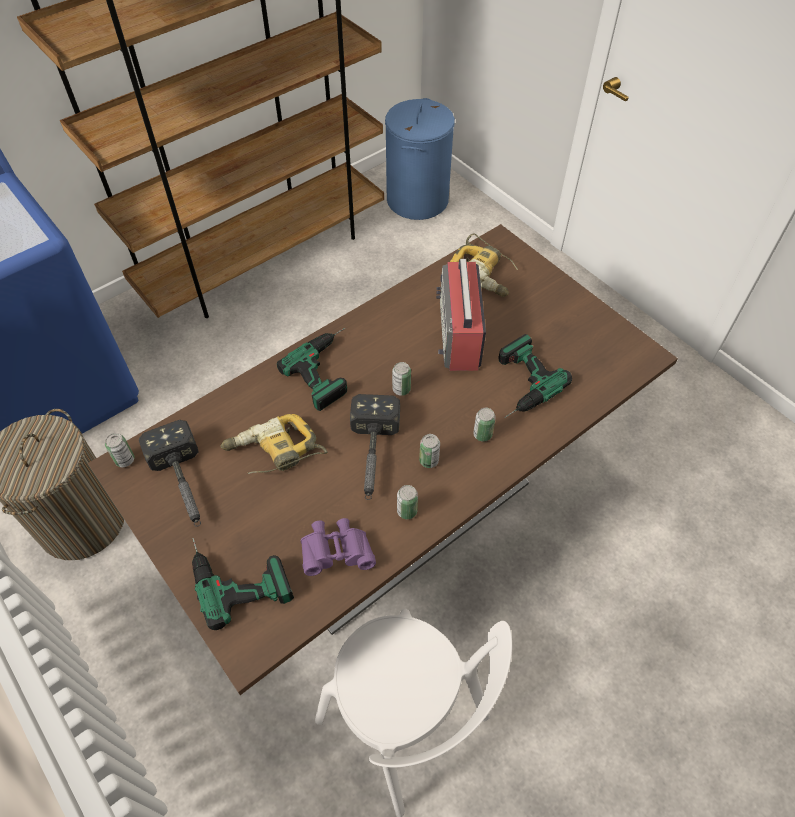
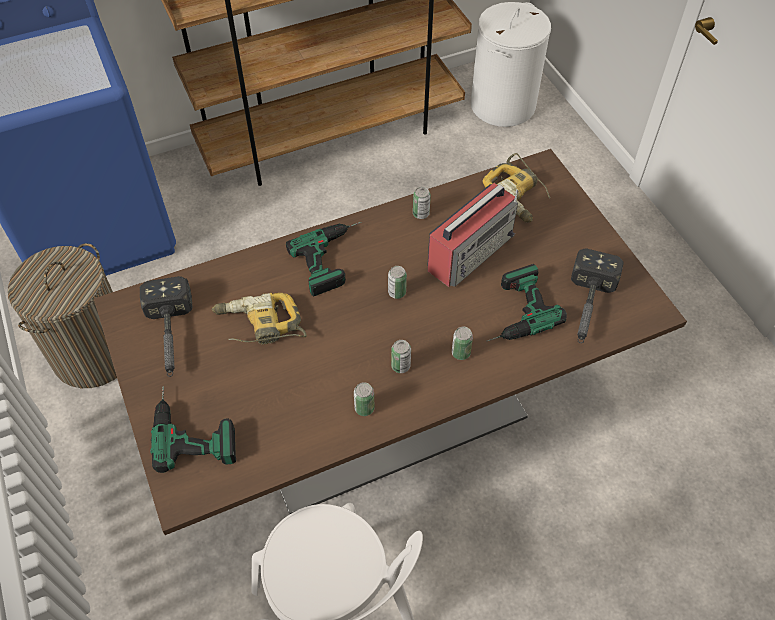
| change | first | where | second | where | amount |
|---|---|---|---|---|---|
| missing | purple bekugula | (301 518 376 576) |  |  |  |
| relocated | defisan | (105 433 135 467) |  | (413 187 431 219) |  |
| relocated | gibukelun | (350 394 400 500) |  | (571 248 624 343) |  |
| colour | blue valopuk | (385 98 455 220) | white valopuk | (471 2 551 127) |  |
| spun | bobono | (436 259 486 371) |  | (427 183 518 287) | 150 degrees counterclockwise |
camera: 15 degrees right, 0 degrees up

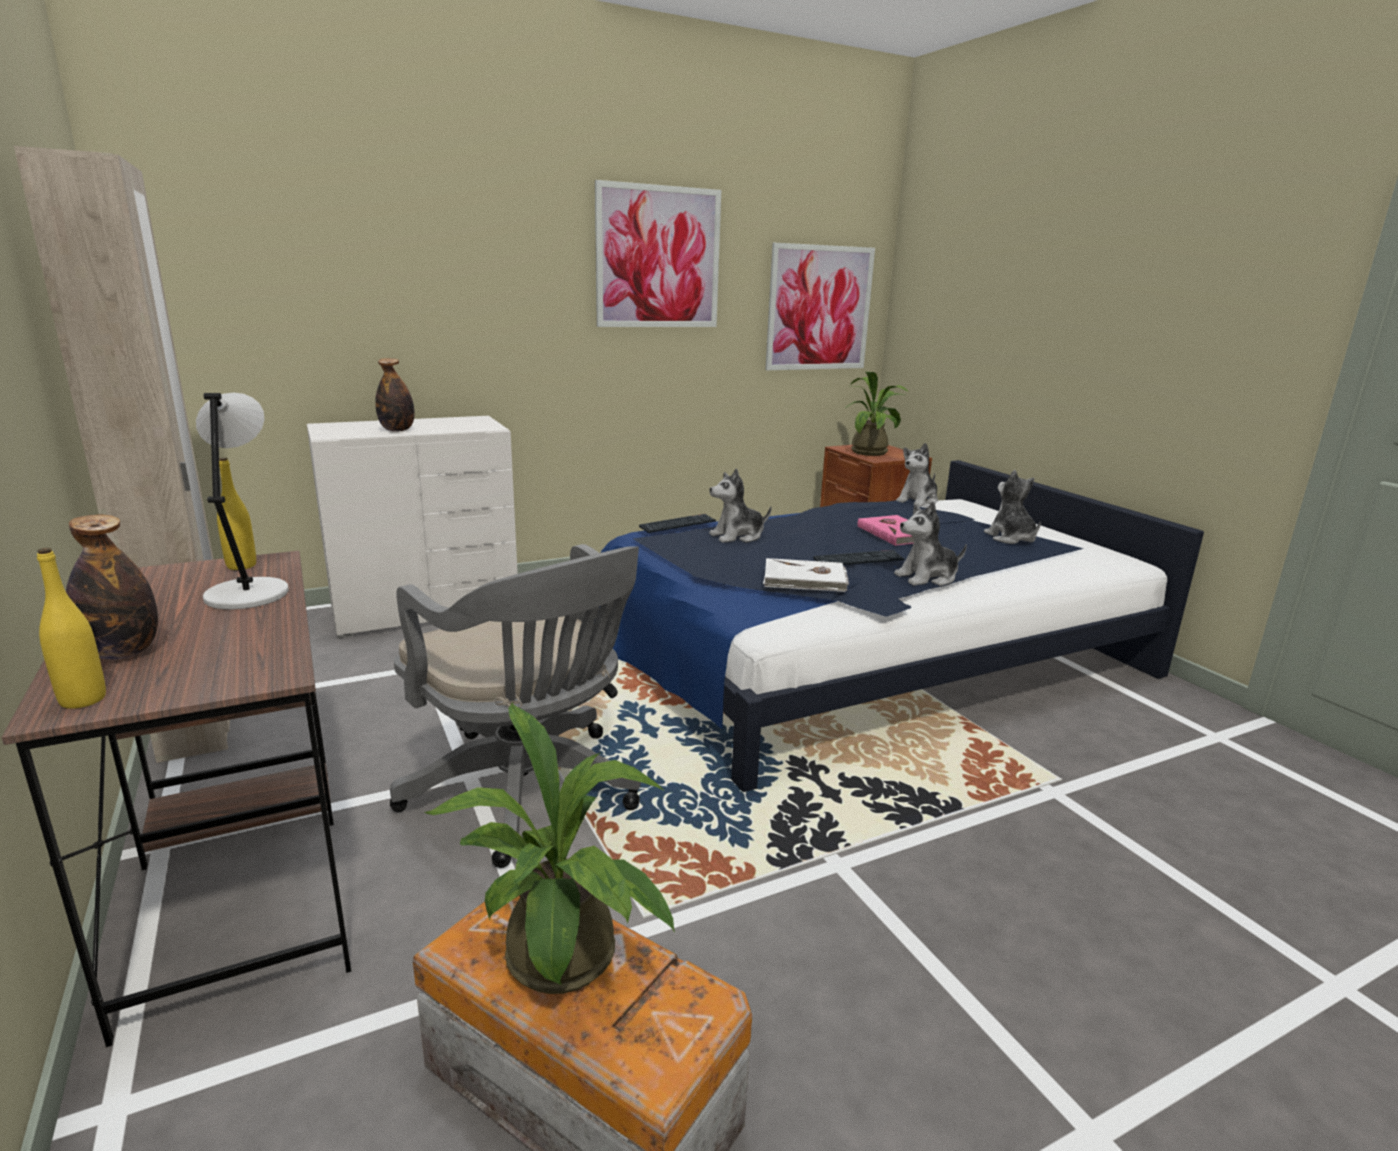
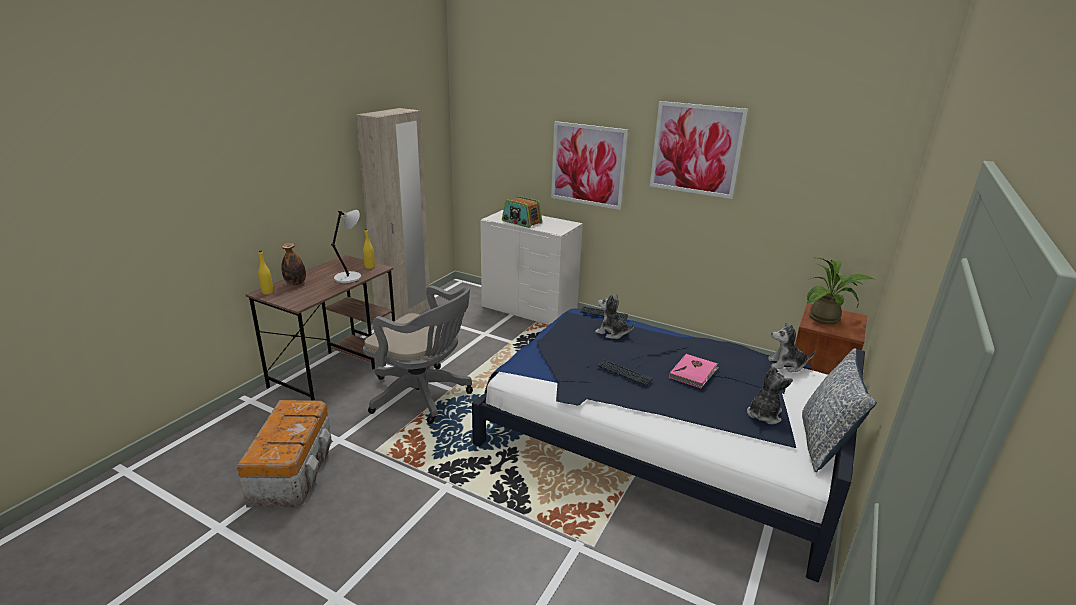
| change | first | where | second | where | amount |
|---|---|---|---|---|---|
| missing | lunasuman | (424 702 675 994) |  |  |  |
| missing | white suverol | (763 558 849 592) |  |  |  |
| missing | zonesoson | (894 502 967 586) |  |  |  |
| appeared |  |  | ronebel | (802 348 877 472) |  |
| relocated | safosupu | (765 243 875 370) |  | (551 121 629 210) |  |
| exchanged | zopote | (375 358 414 432) | bobono | (502 196 542 228) |  |
| spun | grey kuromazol | (390 544 641 868) |  | (363 286 473 424) | 75 degrees counterclockwise |
camera: 55 degrees right, 5 degrees up

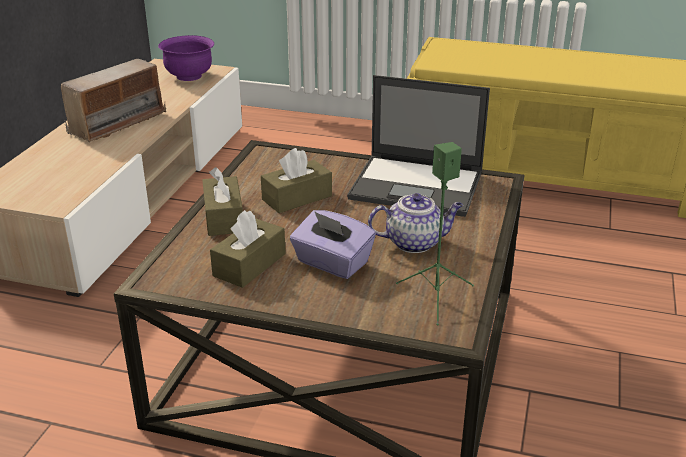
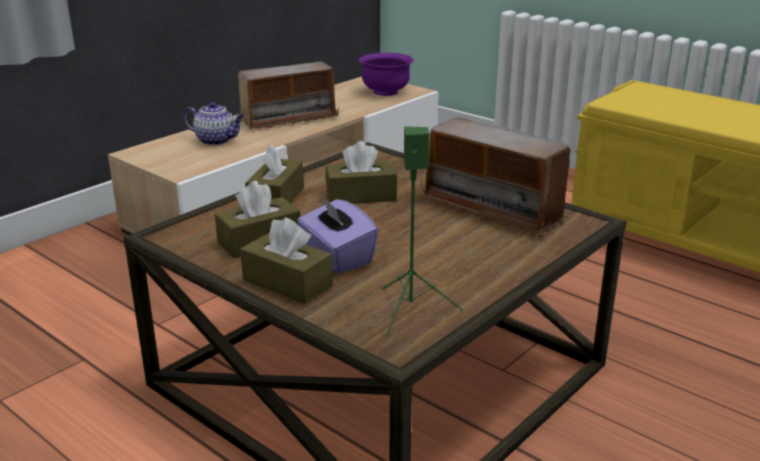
| change | first | where | second | where | amount |
|---|---|---|---|---|---|
| appeared |  |  | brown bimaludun | (240 217 333 304) |  |
| relocated | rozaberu | (368 193 463 253) |  | (183 102 245 145) |  |
| exchanged | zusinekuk | (347 75 490 217) | bobono | (420 117 578 236) |  |
camera: 25 degrees right, 5 degrees down

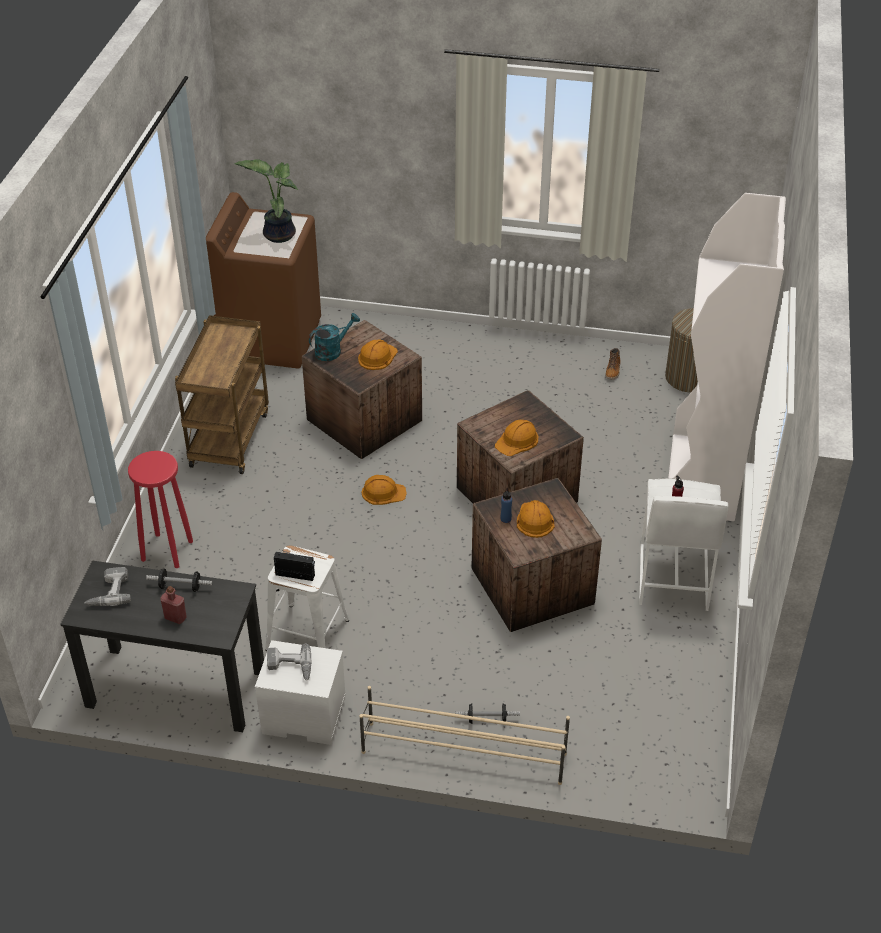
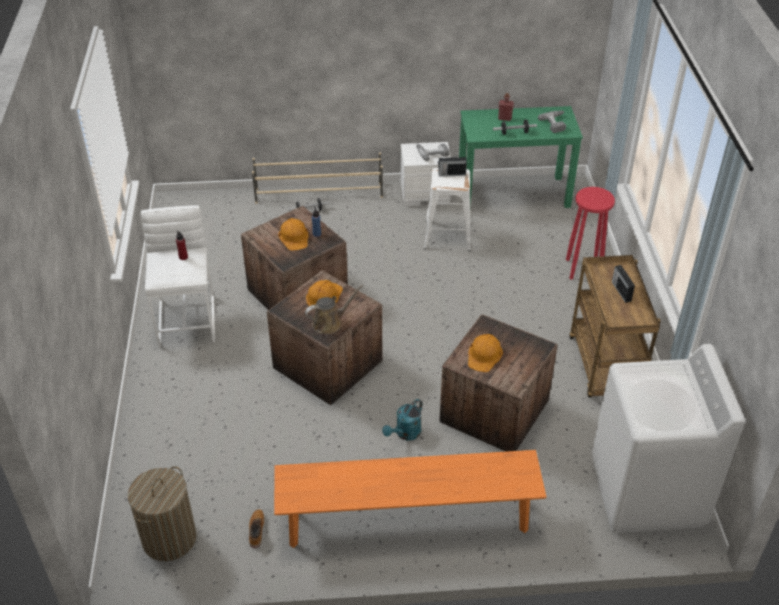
| change | first | where | second | where | amount |
|---|---|---|---|---|---|
| missing | lunasuman | (234 160 299 243) |  |  |  |
| missing | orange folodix | (362 475 407 505) |  |  |  |
| missing | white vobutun | (668 193 786 521) |  |  |  |
| appeared |  |  | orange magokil | (274 450 547 548) |  |
| appeared |  |  | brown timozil | (305 284 364 334) |  |
| appeared |  |  | bobono | (612 265 635 303) |  |
| relocated | turquoise timozil | (309 313 360 361) |  | (382 399 422 440) |  |
| colour | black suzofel | (60 560 264 732) | green suzofel | (459 106 583 208) |  |
| colour | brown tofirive | (206 192 321 368) | white tofirive | (591 344 745 533) |  |
camera: 165 degrees right, 0 degrees up

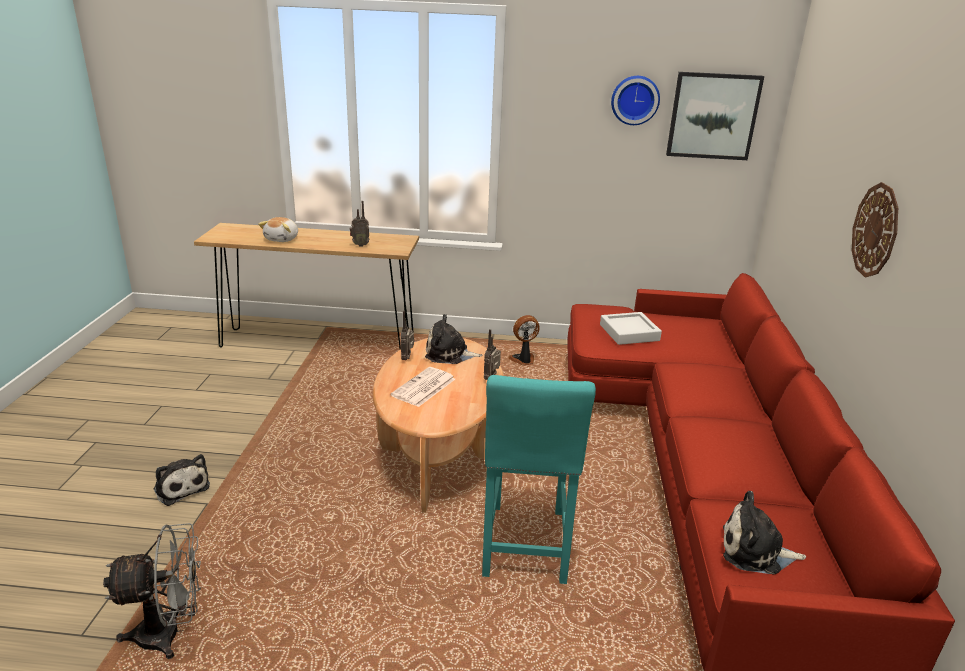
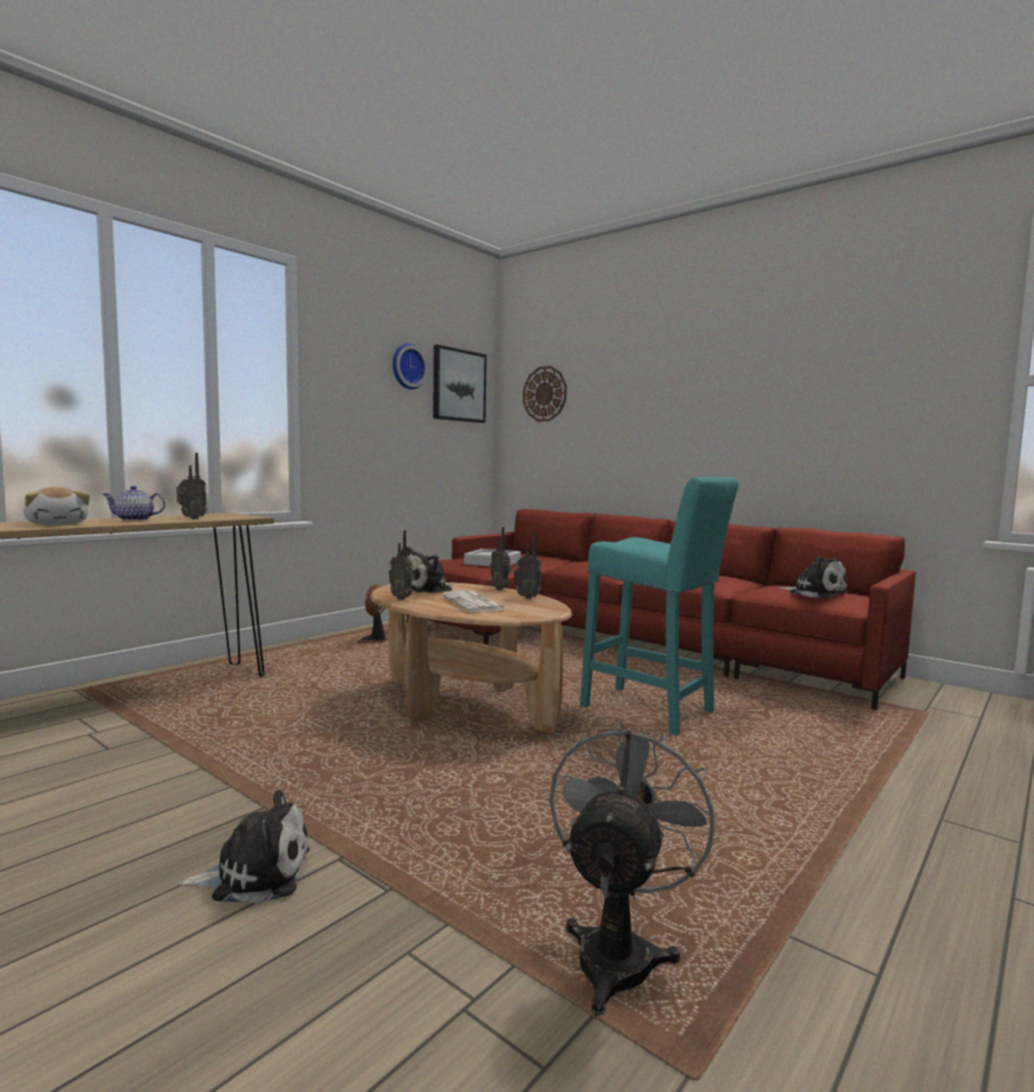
| change | first | where | second | where | amount |
|---|---|---|---|---|---|
| appeared |  |  | rozaberu | (103 486 165 521) |  |
| appeared |  |  | bobono | (513 531 542 599) |  |
| relocated | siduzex | (852 182 898 277) |  | (523 366 567 422) |  |
| spun | zonesoson | (723 491 806 575) |  | (778 556 848 598) | 90 degrees counterclockwise |
camera: 55 degrees left, 20 degrees down

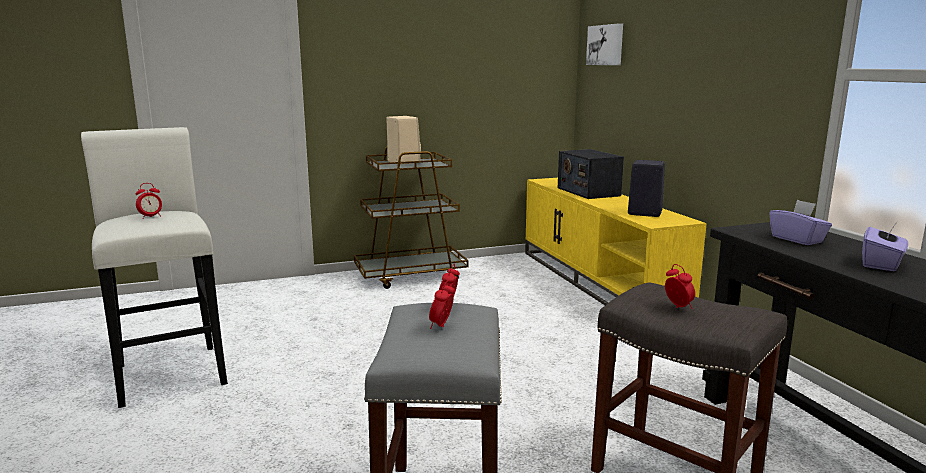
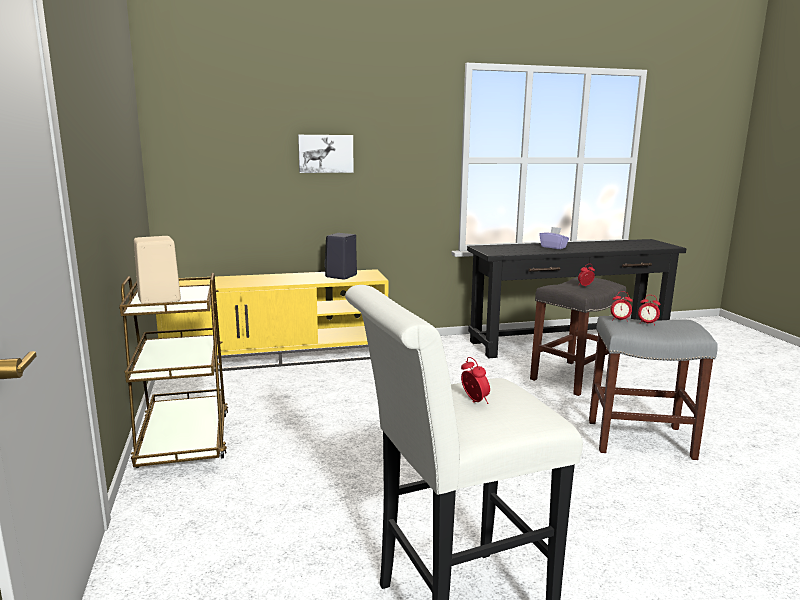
| change | first | where | second | where | amount |
|---|---|---|---|---|---|
| missing | bobono | (558 149 624 199) |  |  |  |
| missing | purple bimaludun | (769 200 832 245) |  |  |  |
| relocated | safosupu | (586 23 623 65) |  | (298 135 354 173) |  |
camera: 85 degrees left, 0 degrees up

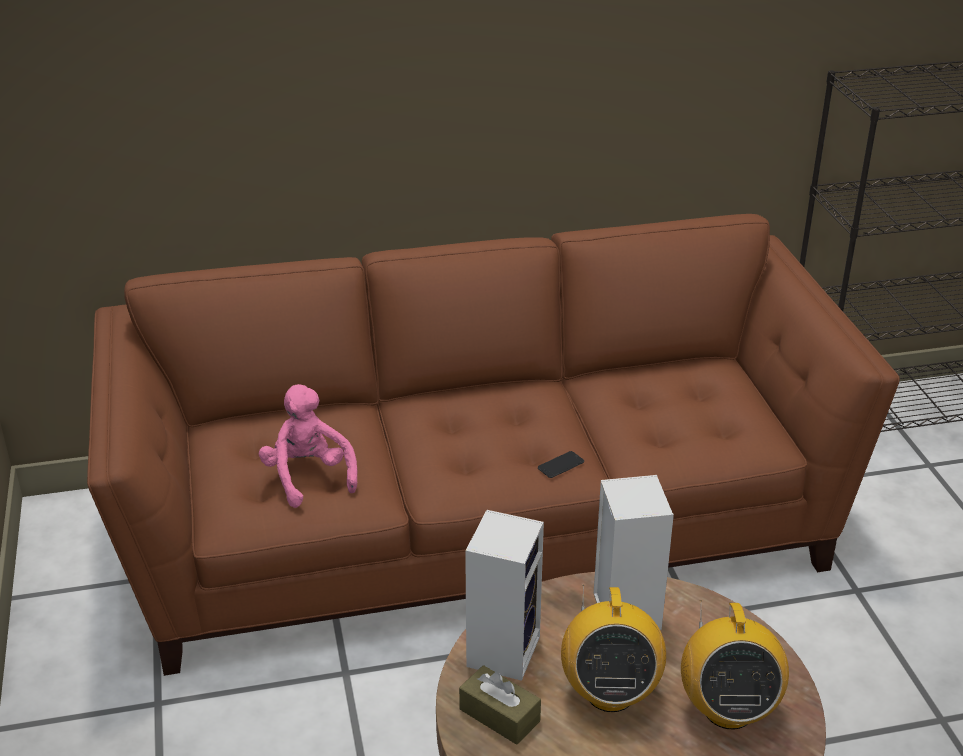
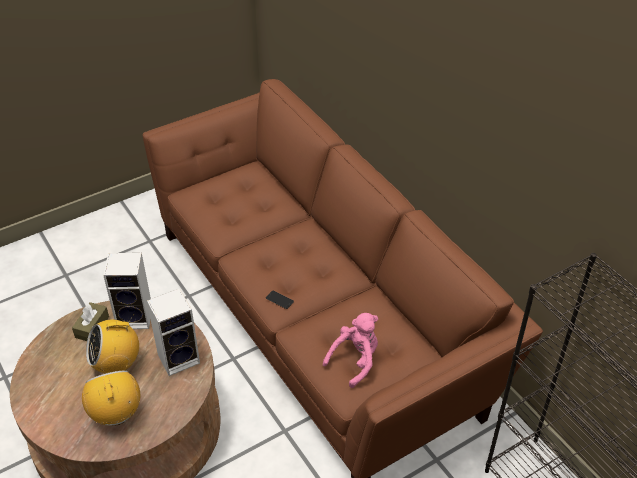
| change | first | where | second | where | amount |
|---|---|---|---|---|---|
| relocated | pink zonesoson | (259 384 357 508) |  | (323 313 378 388) |  |
| spun | bobono | (681 600 789 729) |  | (82 371 140 426) | 90 degrees clockwise |
camera: 70 degrees right, 10 degrees up

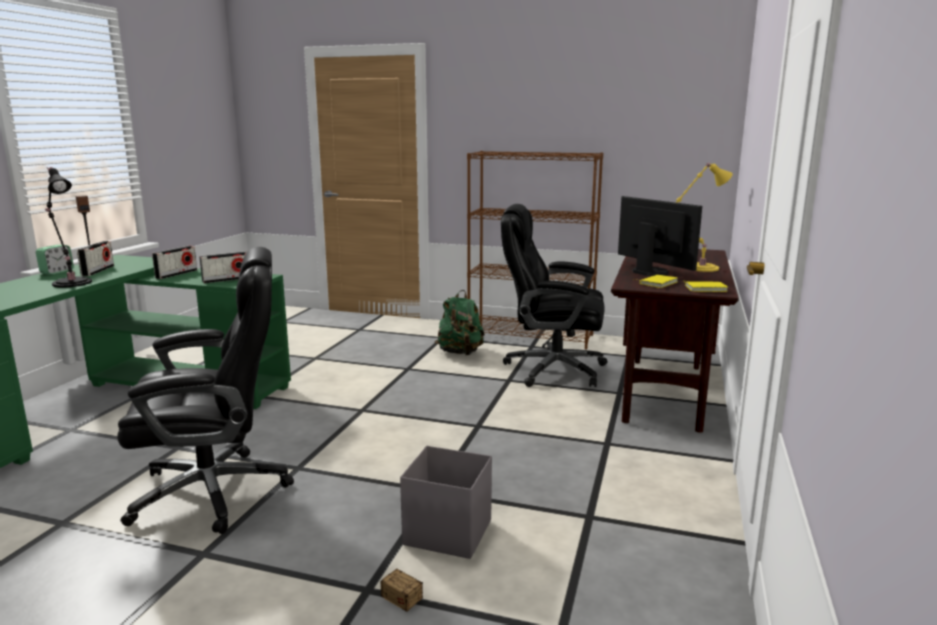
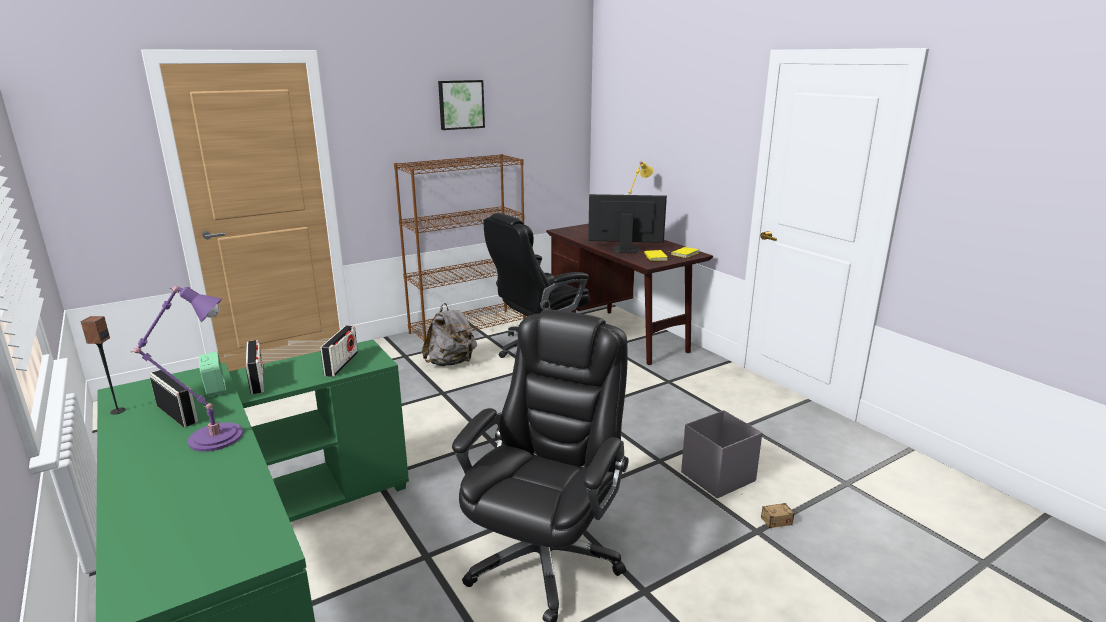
| change | first | where | second | where | amount |
|---|---|---|---|---|---|
| appeared |  |  | safosupu | (438 80 485 130) |  |
| relocated | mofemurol | (36 245 74 275) |  | (199 352 226 397) |  |
| colour | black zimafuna | (44 167 92 288) | purple zimafuna | (131 286 243 452) |  |
| colour | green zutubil | (435 290 485 355) | grey zutubil | (422 303 477 366) |  |
camera: 50 degrees left, 5 degrees up

